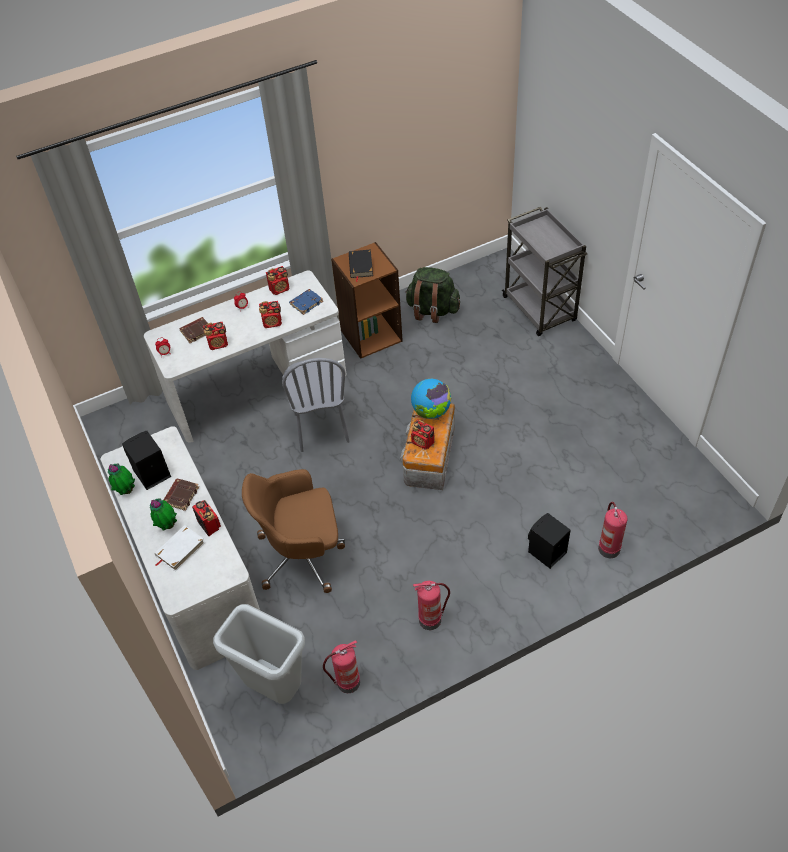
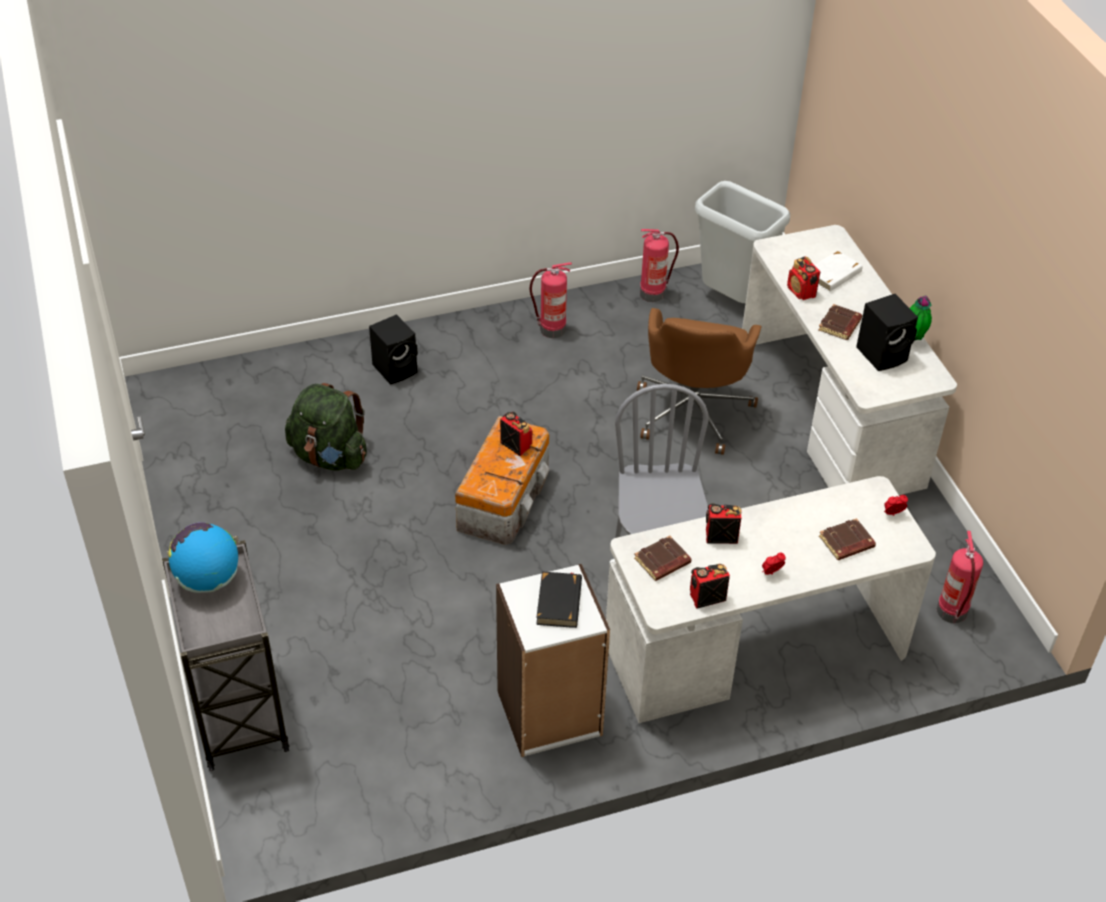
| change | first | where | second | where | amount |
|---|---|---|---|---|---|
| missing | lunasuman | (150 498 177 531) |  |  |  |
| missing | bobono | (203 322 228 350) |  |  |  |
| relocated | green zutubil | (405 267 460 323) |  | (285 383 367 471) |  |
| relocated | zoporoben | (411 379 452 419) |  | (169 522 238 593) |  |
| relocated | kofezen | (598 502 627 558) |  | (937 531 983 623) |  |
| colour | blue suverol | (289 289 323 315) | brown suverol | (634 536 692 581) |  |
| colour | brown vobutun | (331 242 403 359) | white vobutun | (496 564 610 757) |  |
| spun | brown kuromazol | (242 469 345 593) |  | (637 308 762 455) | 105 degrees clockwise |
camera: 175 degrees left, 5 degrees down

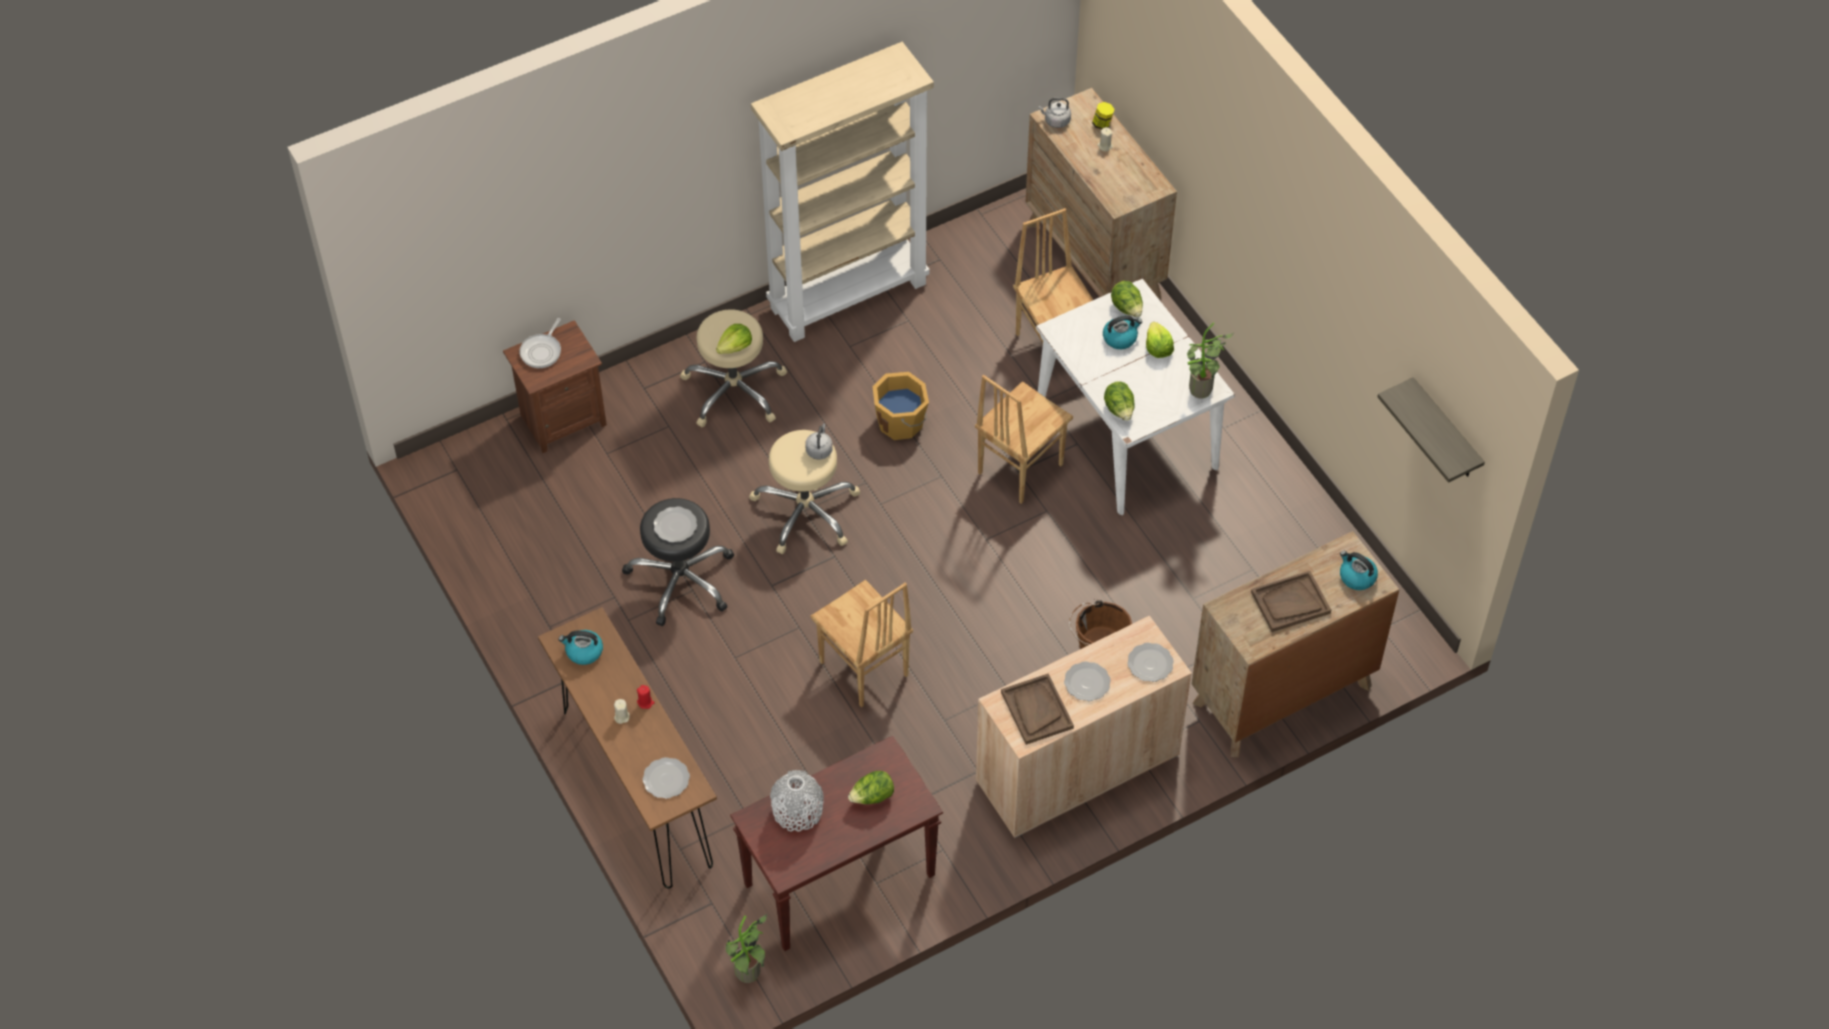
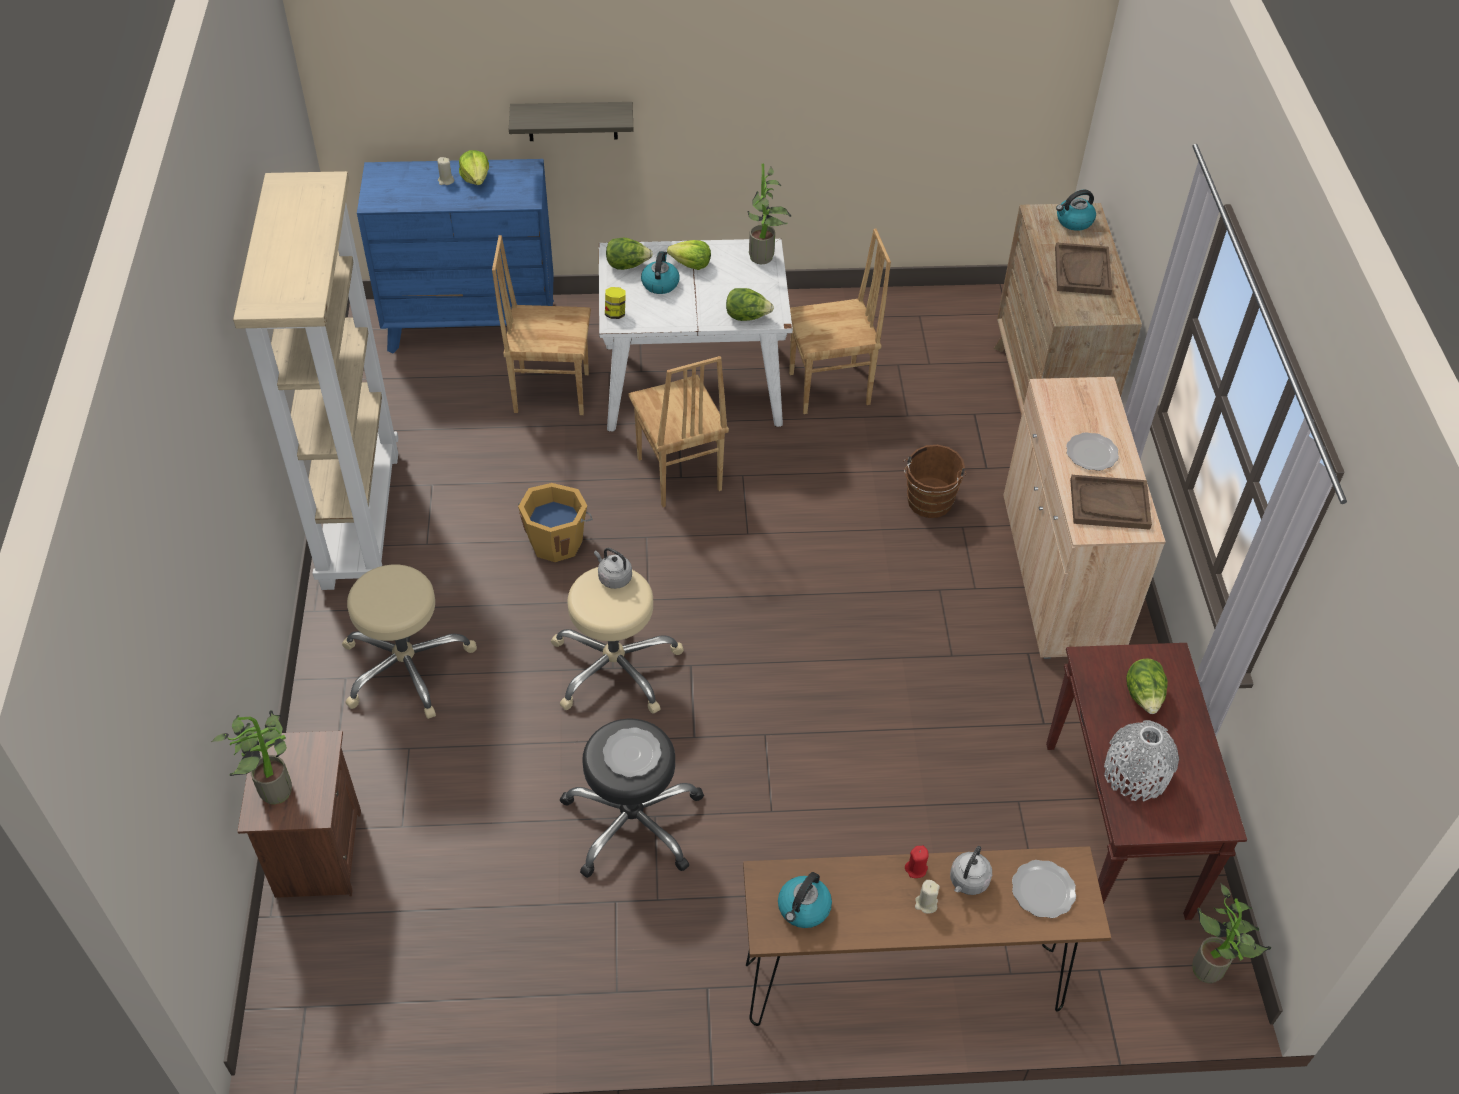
| change | first | where | second | where | amount |
|---|---|---|---|---|---|
| missing | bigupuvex | (1127 643 1174 682) |  |  |  |
| relocated | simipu | (716 324 752 354) |  | (459 150 489 185) |  |
| relocated | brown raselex | (811 580 913 707) |  | (789 229 891 414) |  |
| relocated | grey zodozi | (1038 98 1071 128) |  | (950 846 992 895) |  |
| relocated | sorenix | (1092 102 1115 130) |  | (605 287 626 319) |  |
| relocated | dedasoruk | (1377 377 1485 483) |  | (509 102 634 141) |  |
| exchanged | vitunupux | (519 318 561 368) | lunasuman | (211 710 292 804) |  |
| colour | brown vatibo | (1026 88 1177 299) | blue vatibo | (357 159 554 353) |  |
camera: 65 degrees left, 5 degrees down

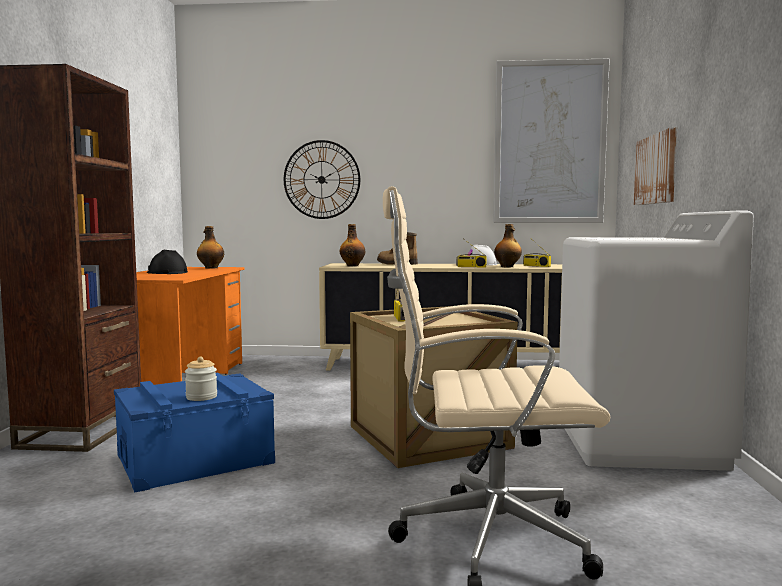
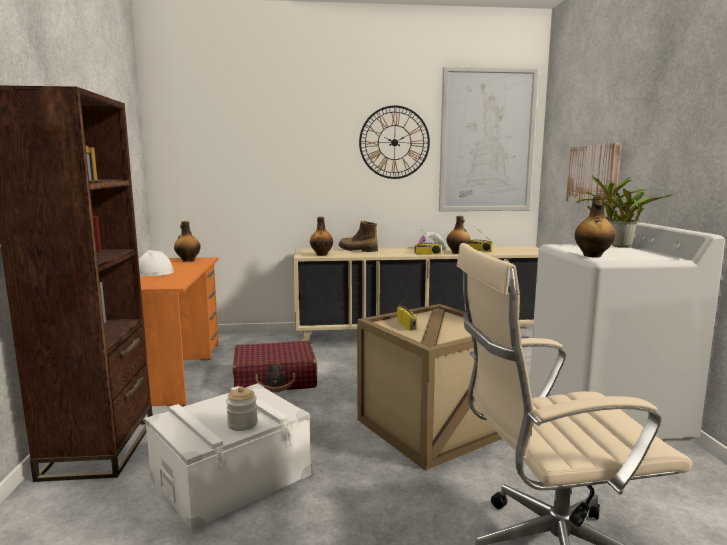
| change | first | where | second | where | amount |
|---|---|---|---|---|---|
| appeared |  |  | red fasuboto | (233 341 317 393) |  |
| appeared |  |  | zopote | (575 196 615 257) |  |
| appeared |  |  | lunasuman | (576 175 674 248) |  |
| relocated | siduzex | (284 140 360 219) |  | (359 106 430 179) |  |
| colour | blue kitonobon | (114 373 275 493) | white kitonobon | (144 383 311 531) |  |
| colour | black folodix | (147 250 188 274) | white folodix | (138 250 174 276) |  |
camera: 10 degrees left, 5 degrees up

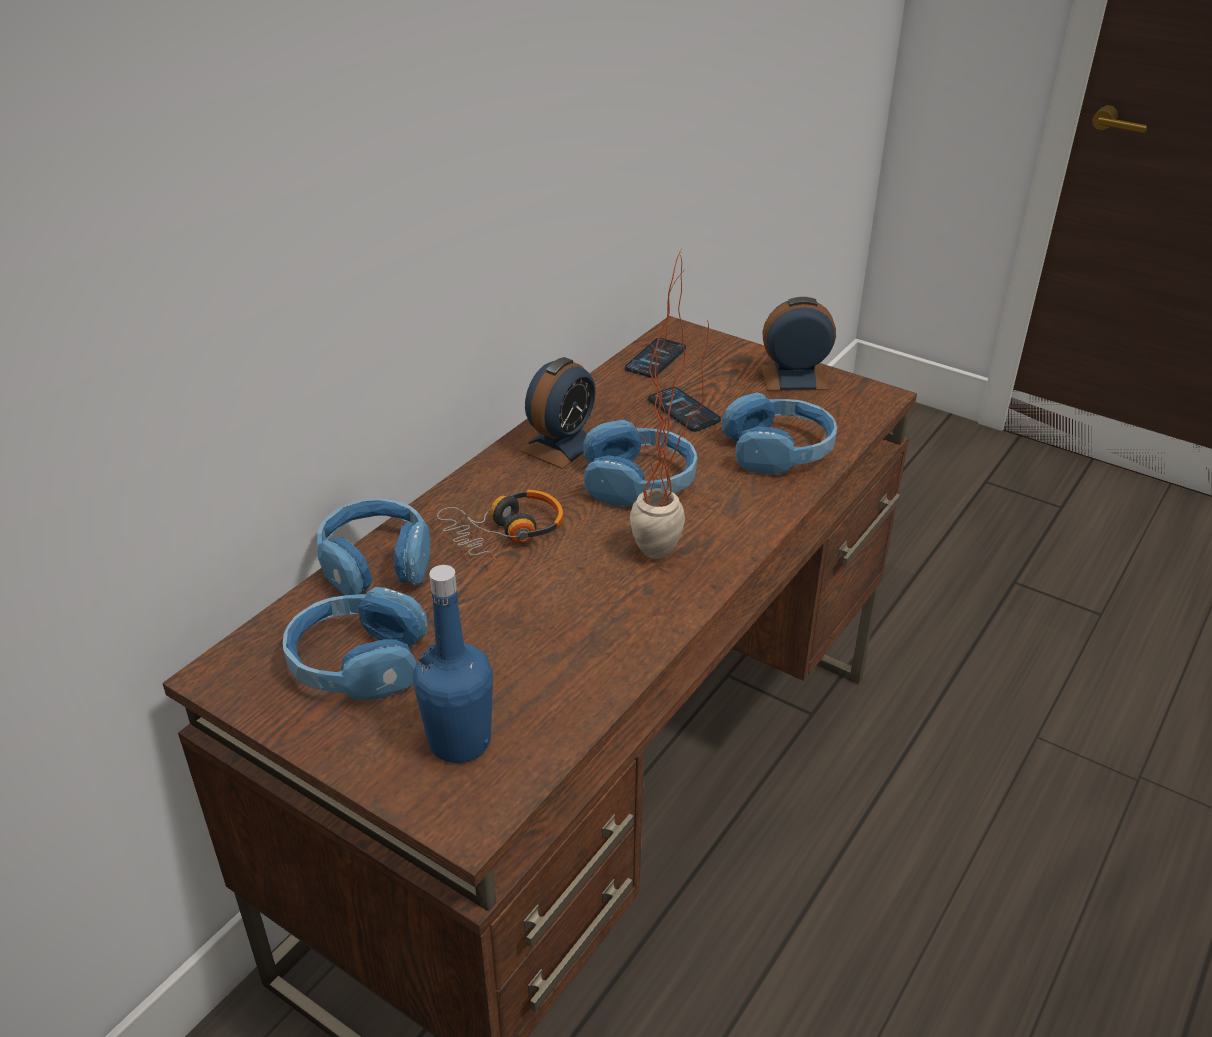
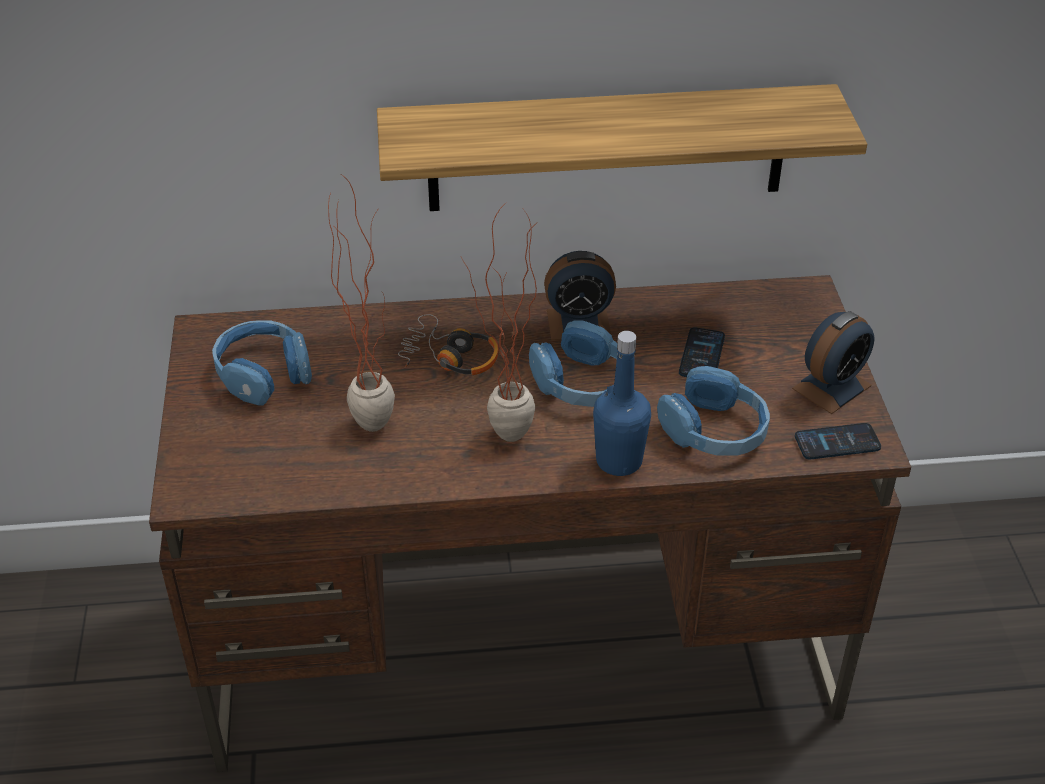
| change | first | where | second | where | amount |
|---|---|---|---|---|---|
| missing | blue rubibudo | (317 498 430 595) |  |  |  |
| appeared |  |  | lunasuman | (328 175 395 432) |  |
| appeared |  |  | dedasoruk | (377 84 867 211) |  |
| relocated | blue zopote | (413 565 493 763) |  | (593 331 651 476) |  |
| relocated | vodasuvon | (625 338 686 378) |  | (795 423 881 459) |  |
| spun | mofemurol | (761 297 836 391) |  | (792 311 875 414) | 90 degrees clockwise |
camera: 50 degrees right, 5 degrees up

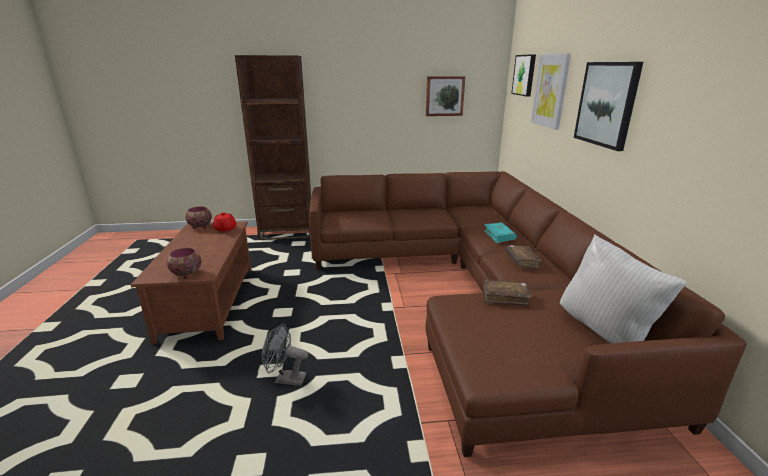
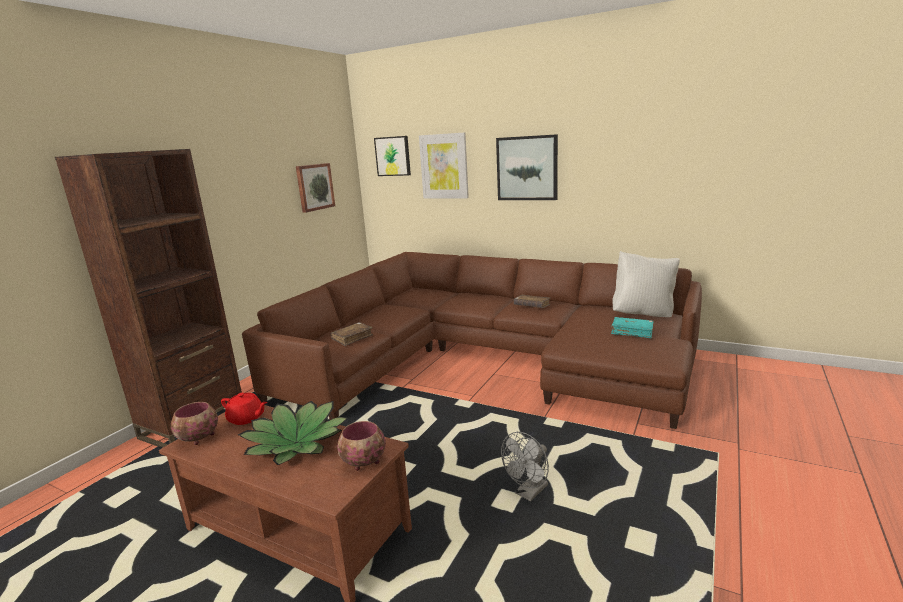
| change | first | where | second | where | amount |
|---|---|---|---|---|---|
| appeared |  |  | lunasuman | (238 401 348 465) |  |
| relocated | brown suverol | (483 280 531 306) |  | (331 322 373 346) |  |
| relocated | turquoise suverol | (484 222 517 243) |  | (611 317 654 338) |  |
camera: 55 degrees left, 5 degrees down

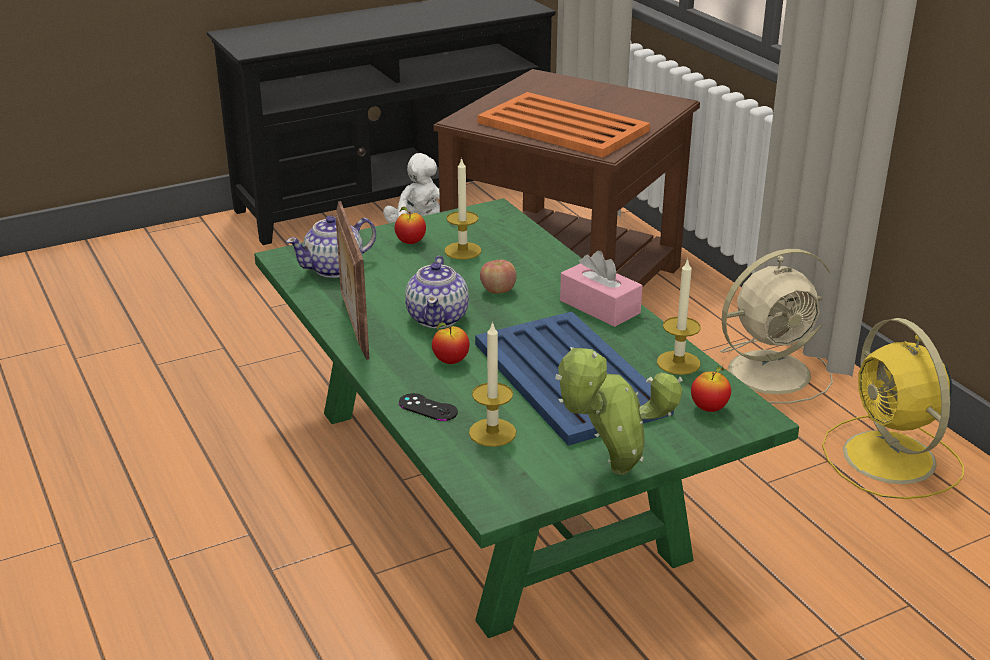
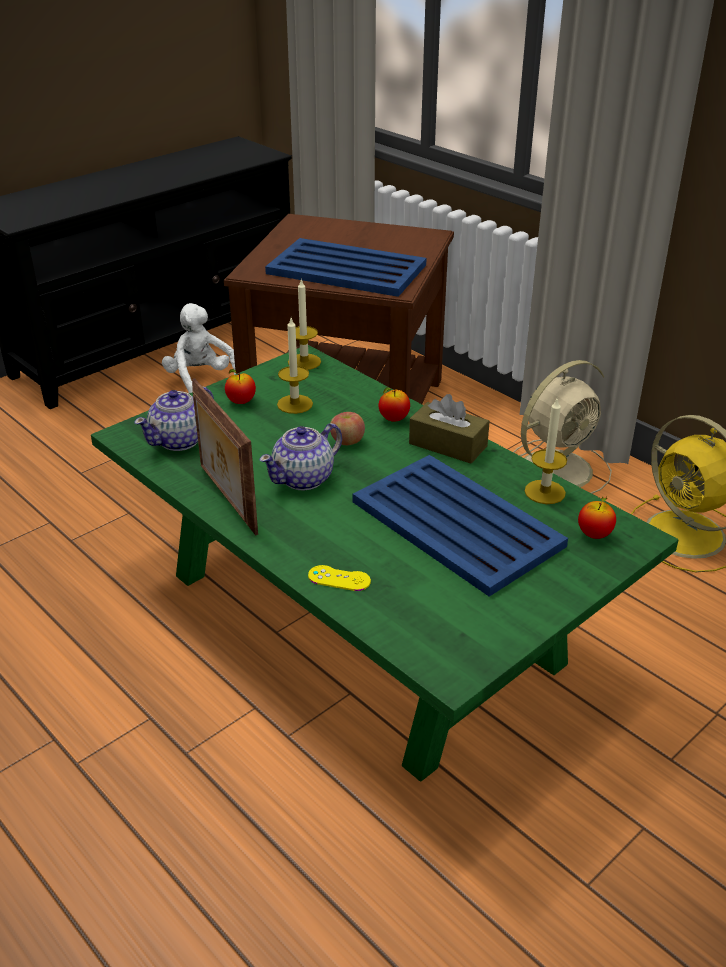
| change | first | where | second | where | amount |
|---|---|---|---|---|---|
| missing | lunasuman | (555 347 683 475) |  |  |  |
| relocated | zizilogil | (432 322 470 364) |  | (379 387 410 422) |  |
| relocated | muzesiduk | (469 321 516 447) |  | (288 279 321 370) |  |
| colour | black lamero | (399 393 458 421) | yellow lamero | (308 565 371 591) |  |
| colour | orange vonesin | (478 92 650 158) | blue vonesin | (265 238 426 297) |  |
| colour | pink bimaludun | (560 251 643 327) | brown bimaludun | (409 394 490 464) |  |
| spun | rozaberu | (405 256 469 328) |  | (260 423 342 491) | 60 degrees clockwise |
camera: 15 degrees left, 5 degrees up

